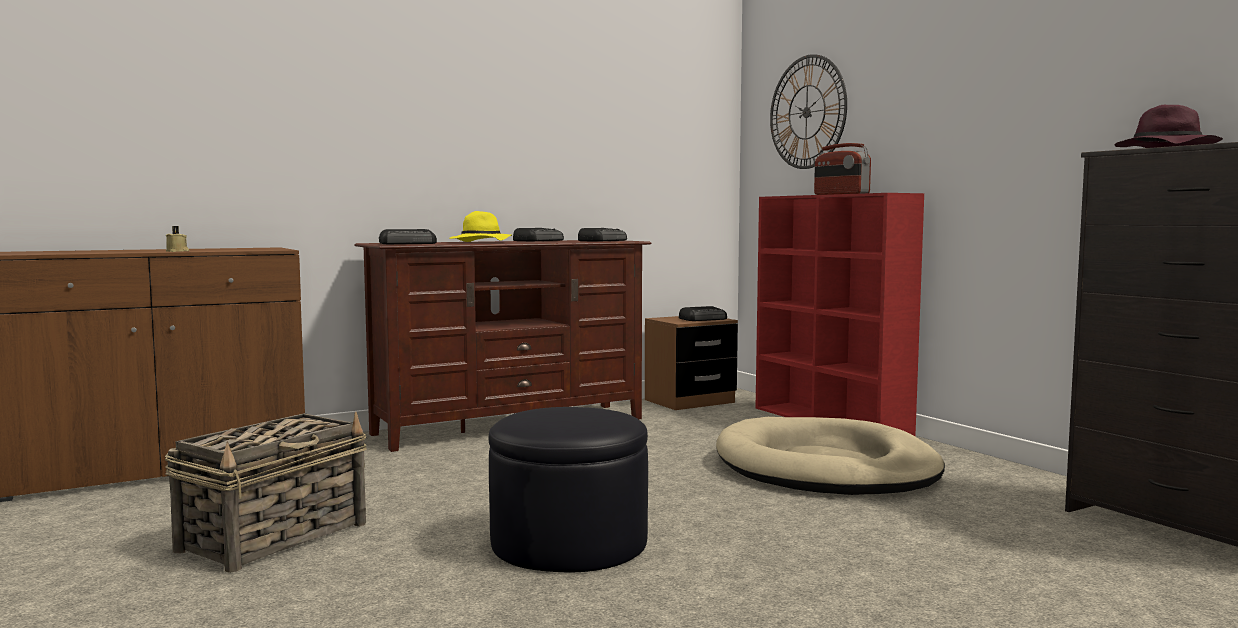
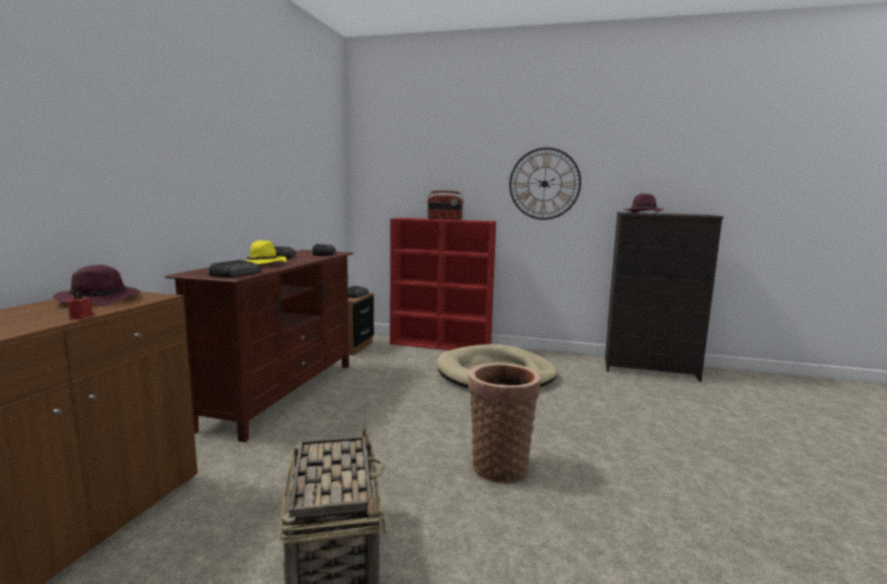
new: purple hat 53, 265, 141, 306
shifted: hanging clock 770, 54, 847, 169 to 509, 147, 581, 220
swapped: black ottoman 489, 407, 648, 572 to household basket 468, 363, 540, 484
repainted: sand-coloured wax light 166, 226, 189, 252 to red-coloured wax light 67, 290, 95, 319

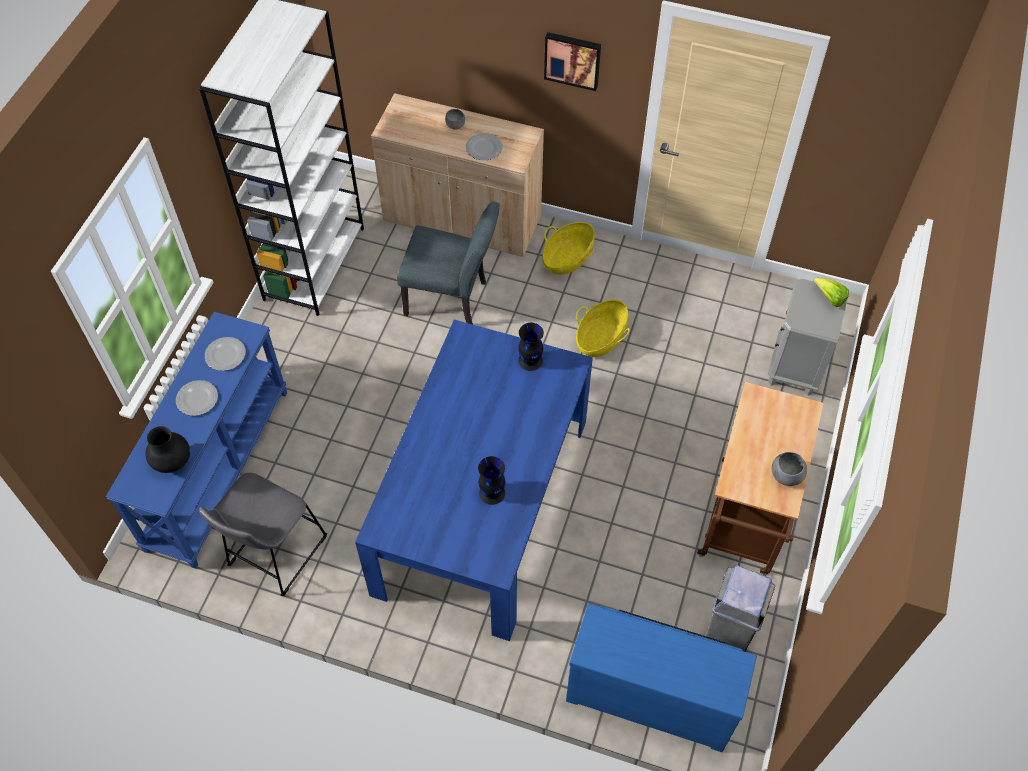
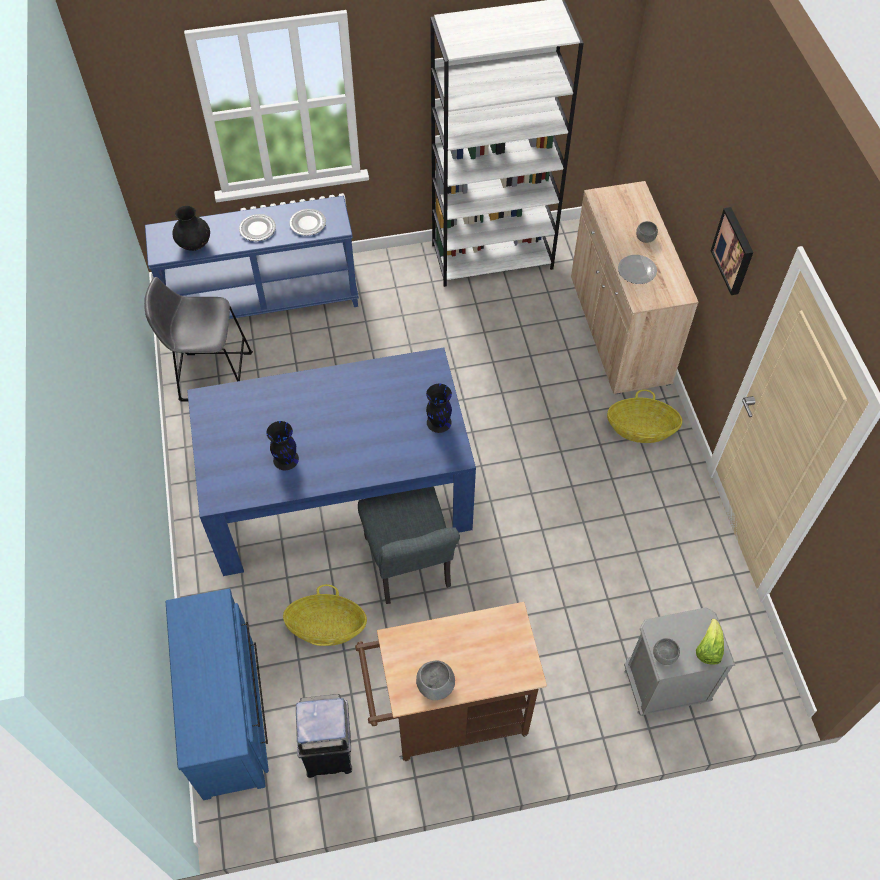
new: gray bowl 653, 638, 680, 665
shifted: gray plain chair 397, 201, 500, 324 to 358, 486, 460, 604; household basket 576, 300, 630, 357 to 283, 584, 367, 646

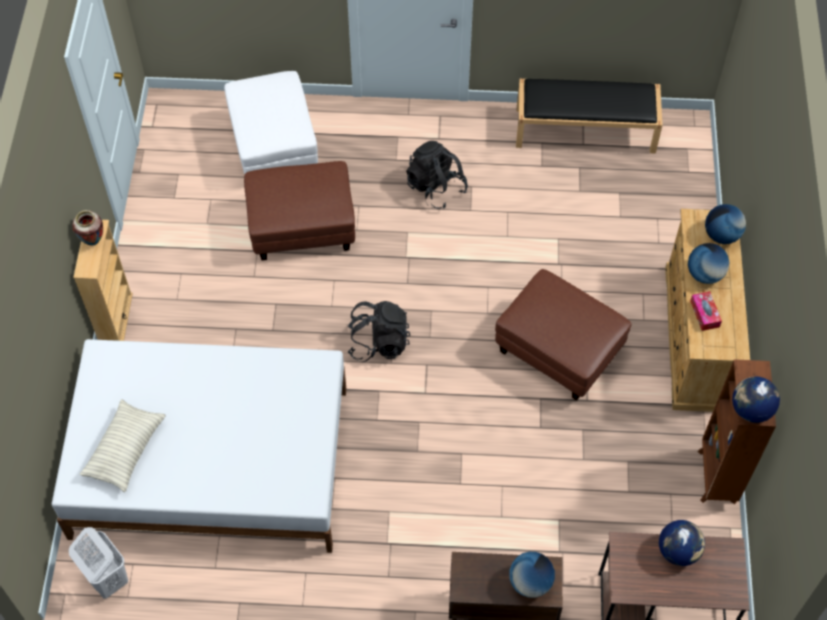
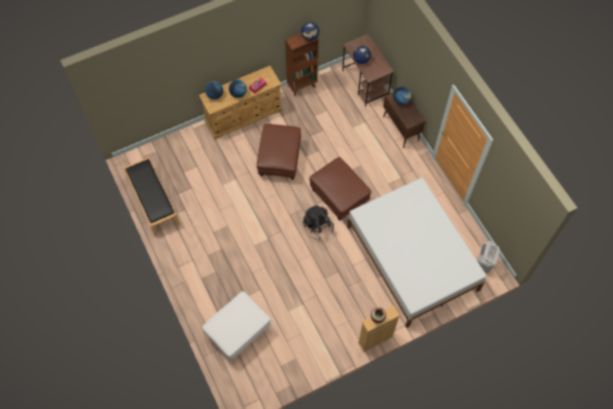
gone: cushion 80, 400, 166, 492; black rucksack 406, 141, 468, 209
shifted: brown ottoman 244, 161, 355, 260 to 310, 157, 371, 221

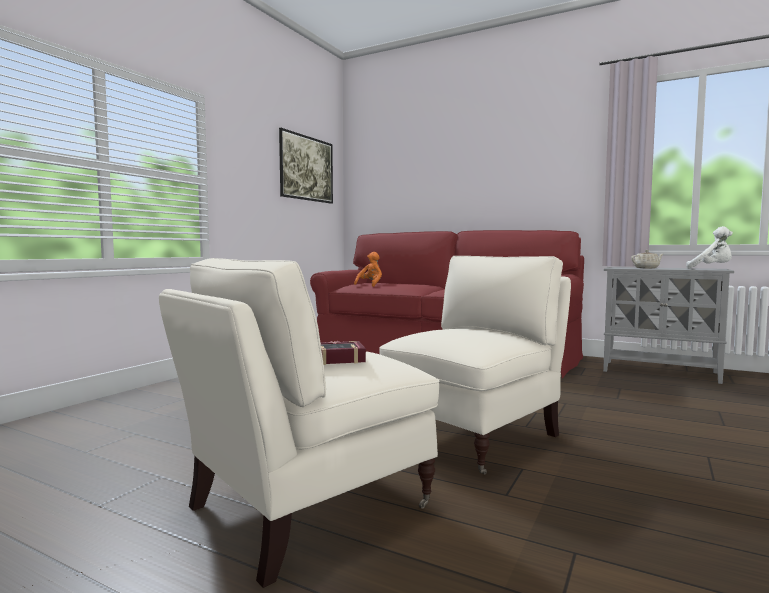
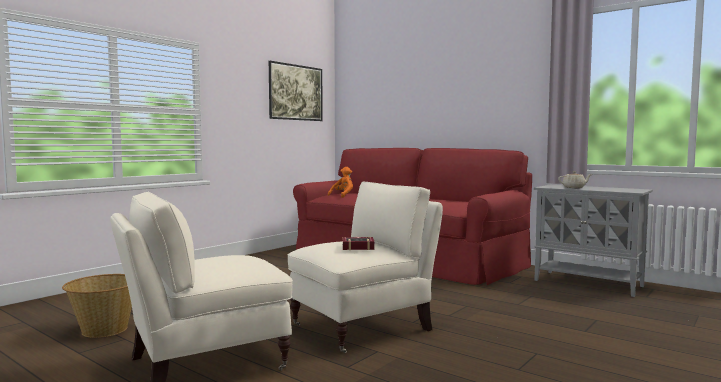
gone: white-coloured plush toy 686, 226, 733, 269
new: household basket 62, 274, 132, 338
shifted: volume 320, 341, 366, 365 to 343, 237, 374, 250

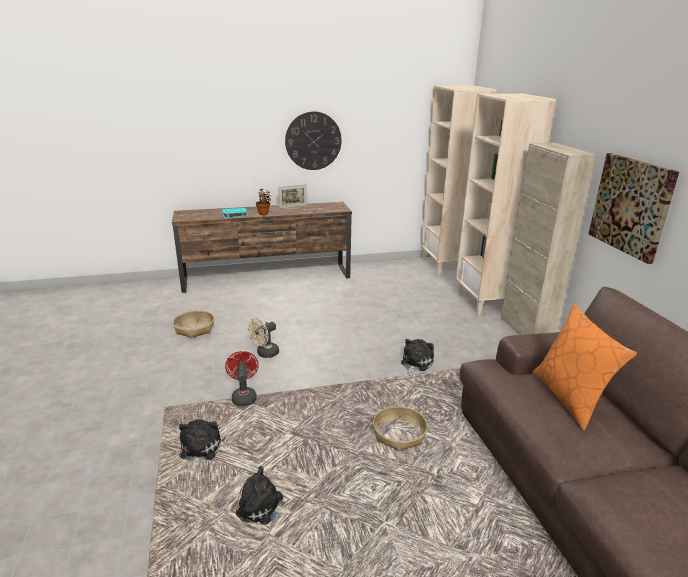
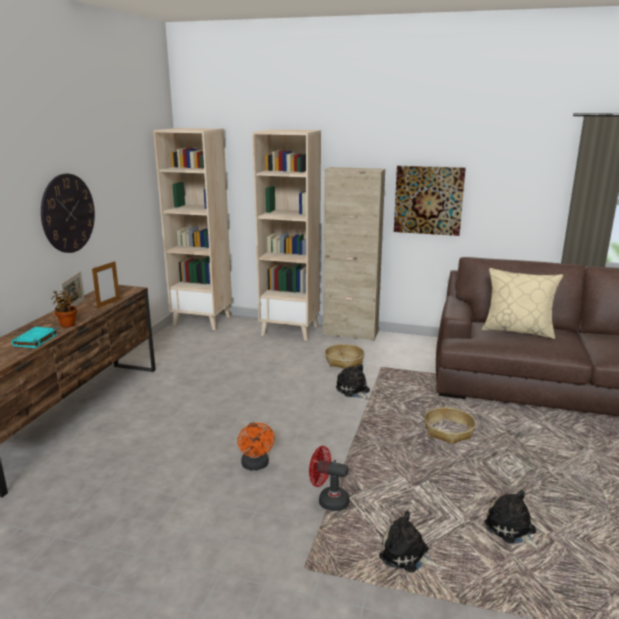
new: photo frame 92, 261, 120, 308
shifted: household basket 173, 310, 214, 339 to 325, 344, 364, 369
repainted: sand-coloured cooling fan 248, 318, 279, 358 to orangey cooling fan 237, 422, 275, 470; orangey cushion 532, 304, 637, 431 to sand-coloured cushion 481, 268, 563, 339
rotated: plush toy 236, 466, 293, 525 = 484, 490, 539, 549 105 degrees clockwise

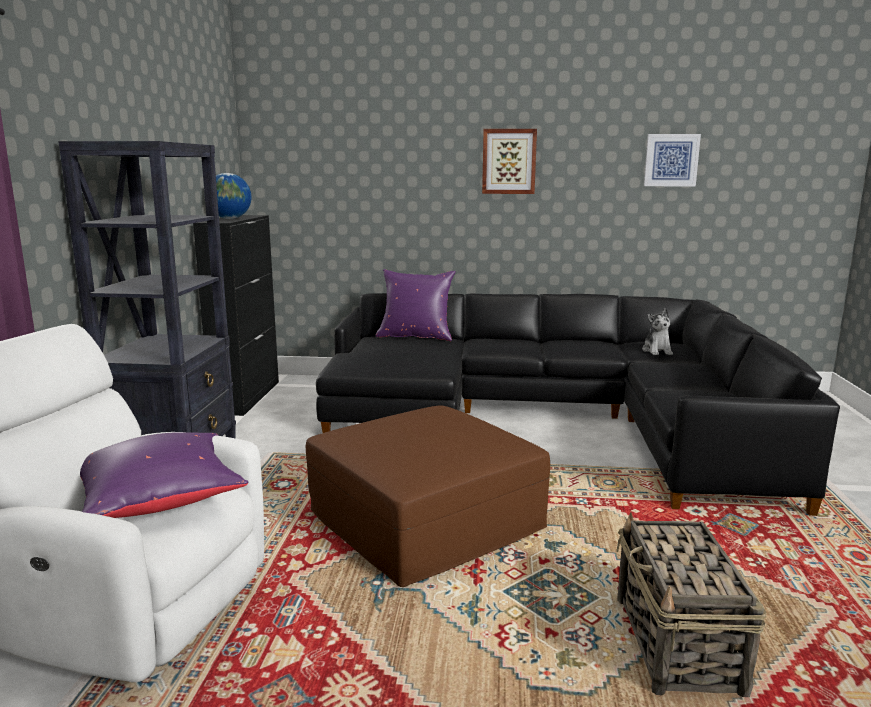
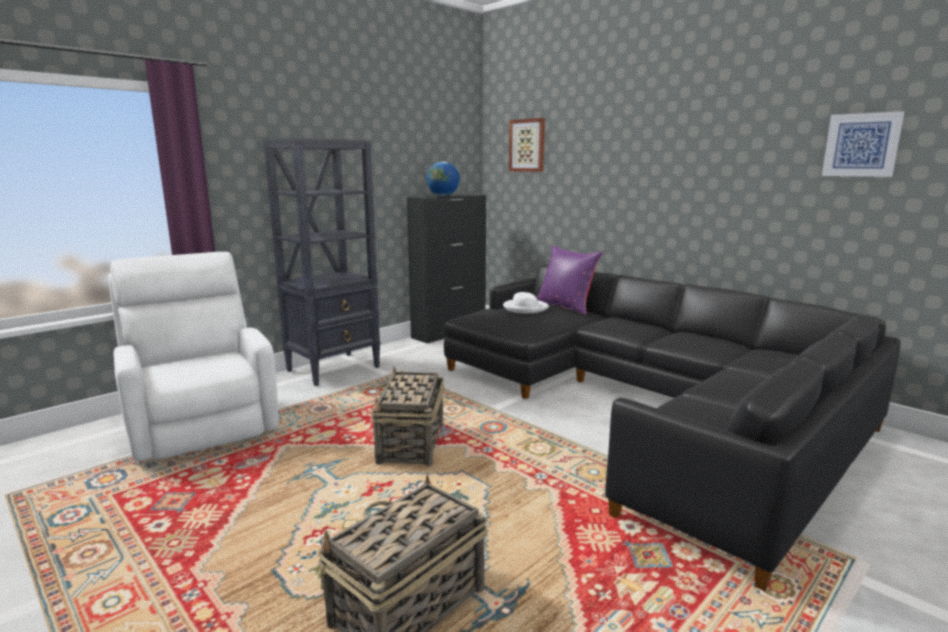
gone: purple cushion 80, 432, 248, 518; plush toy 642, 308, 673, 355
new: white-coloured hat 503, 292, 549, 313
shifted: wall picture 482, 129, 537, 194 to 509, 118, 545, 172
swapped: brown ottoman 306, 405, 550, 587 to household basket 371, 367, 444, 466

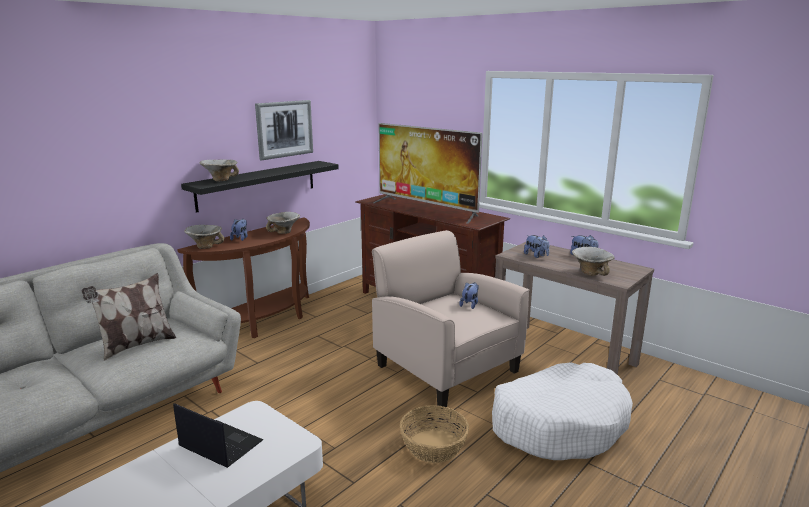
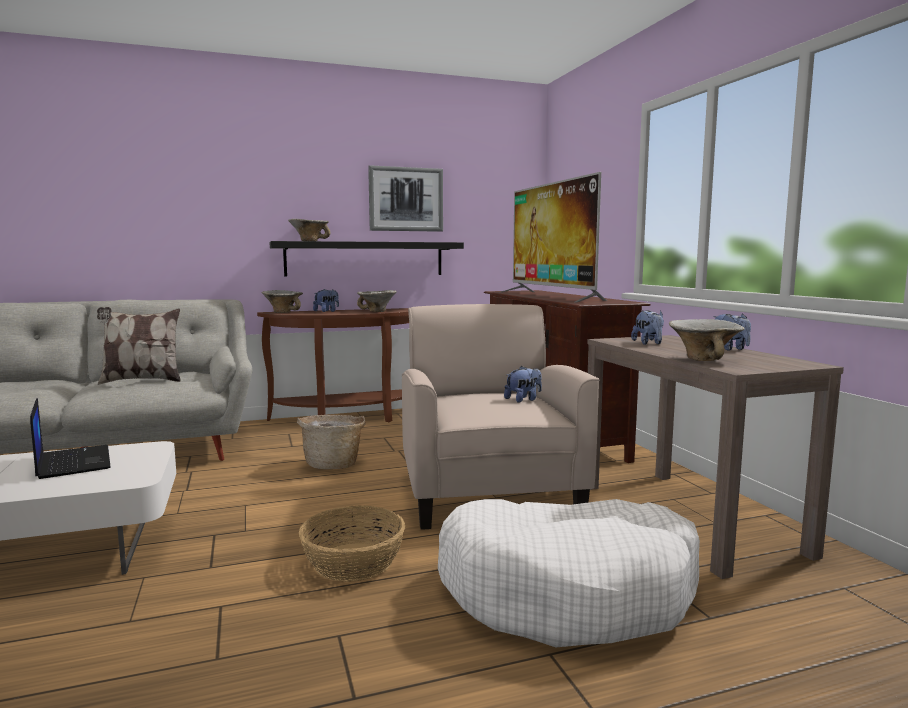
new: household basket 297, 415, 366, 469

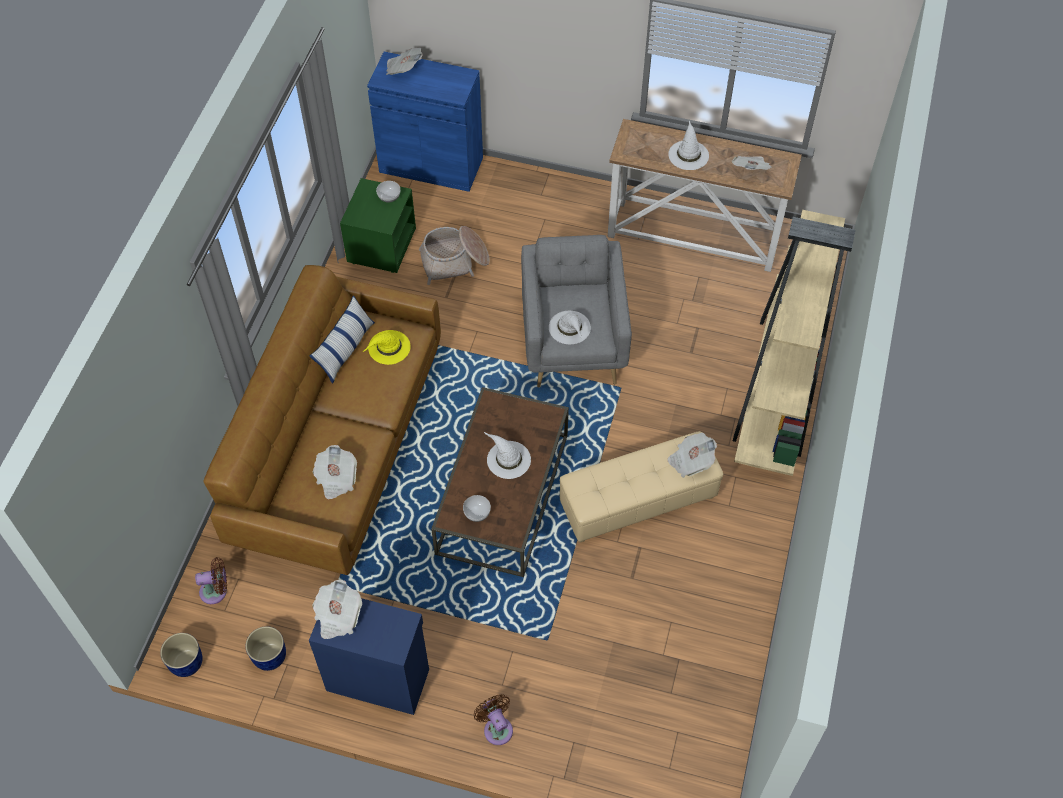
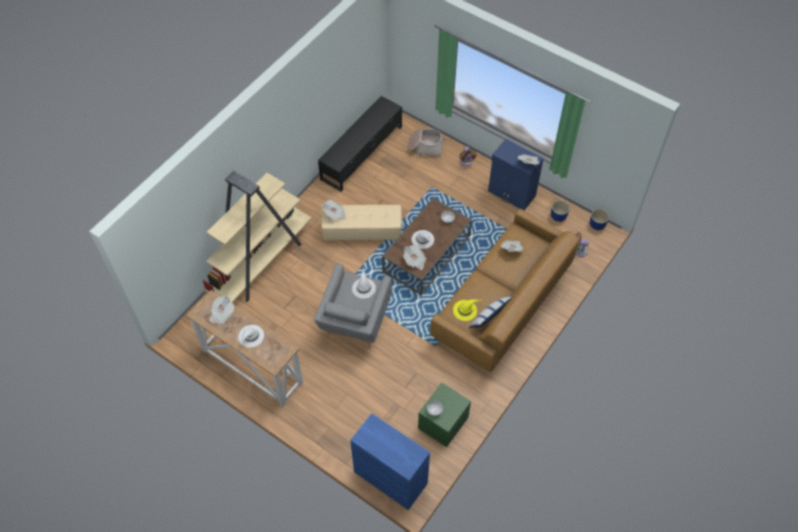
new: black media console 318, 96, 402, 191
shifted: newspaper 386, 48, 422, 75 to 403, 245, 427, 270; household basket 419, 226, 490, 285 to 407, 128, 444, 159

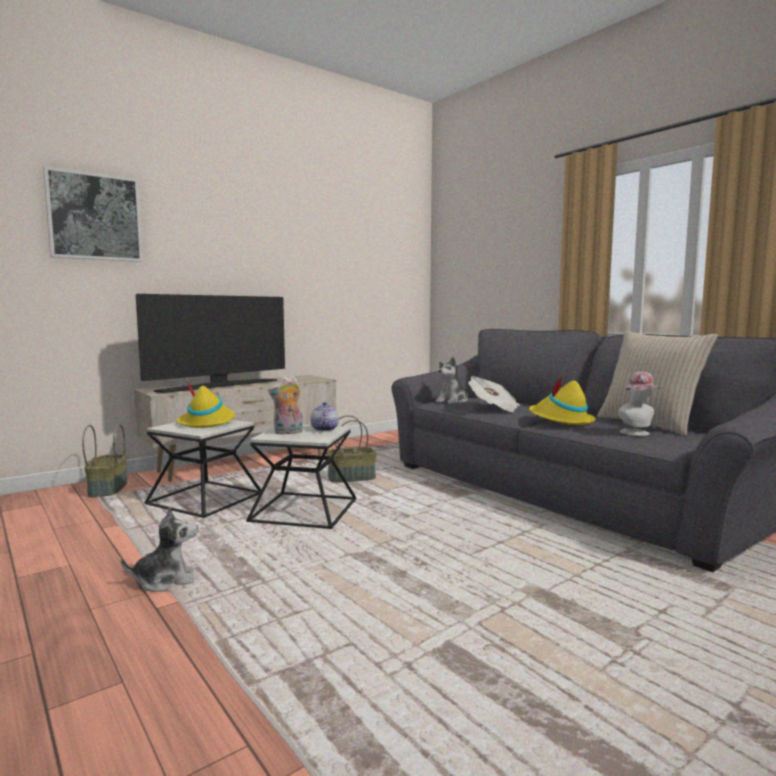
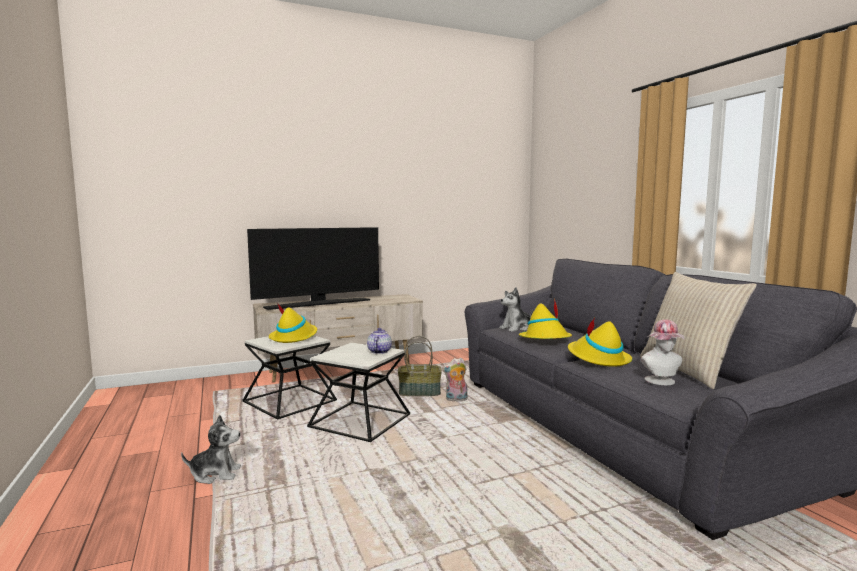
gone: wall picture 43, 166, 143, 262; household basket 82, 424, 127, 497
shifted: plush toy 268, 376, 303, 435 to 442, 358, 468, 401
swapped: newspaper 468, 376, 520, 412 to yellow-coloured hat 519, 299, 572, 339

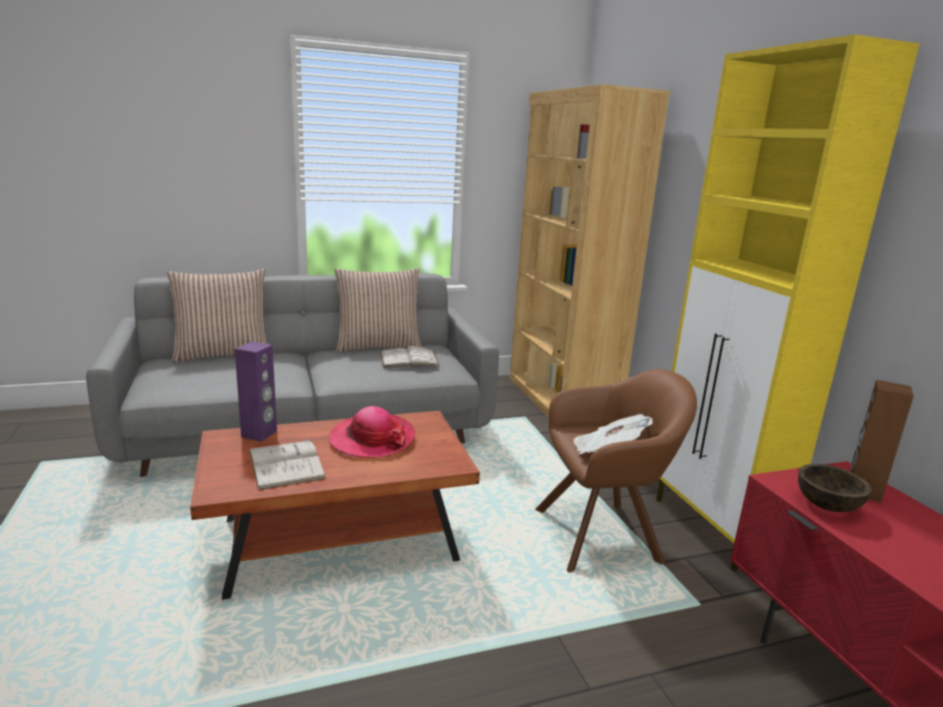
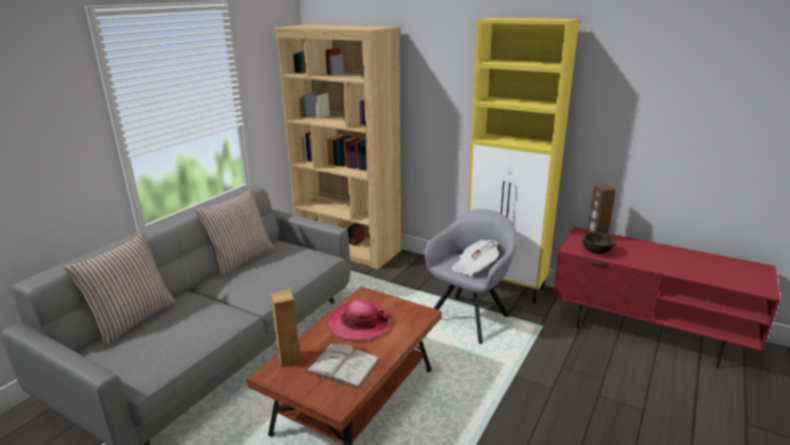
gone: white-coloured volume 380, 346, 439, 367
repainted: purple speaker 235, 342, 277, 442 to brown speaker 270, 289, 301, 367; brown armchair 535, 369, 697, 573 to gray armchair 424, 209, 518, 344

